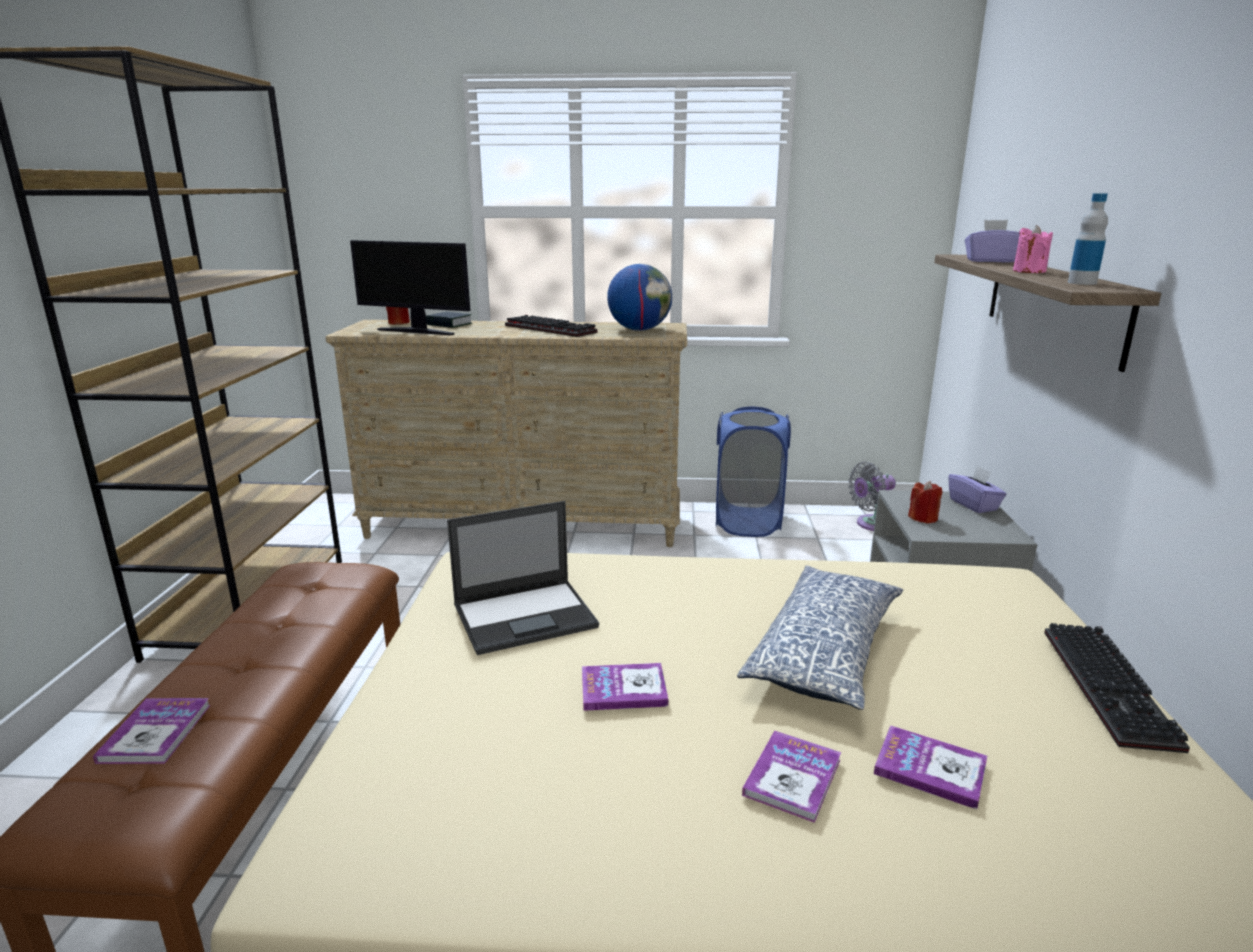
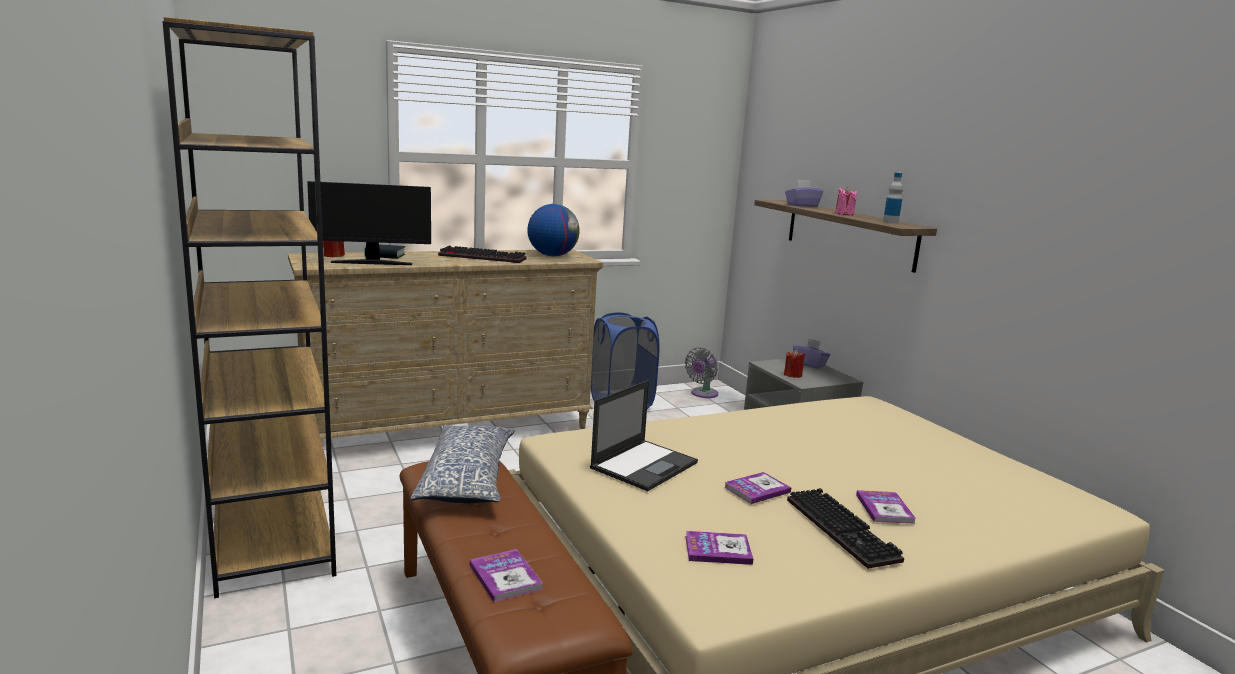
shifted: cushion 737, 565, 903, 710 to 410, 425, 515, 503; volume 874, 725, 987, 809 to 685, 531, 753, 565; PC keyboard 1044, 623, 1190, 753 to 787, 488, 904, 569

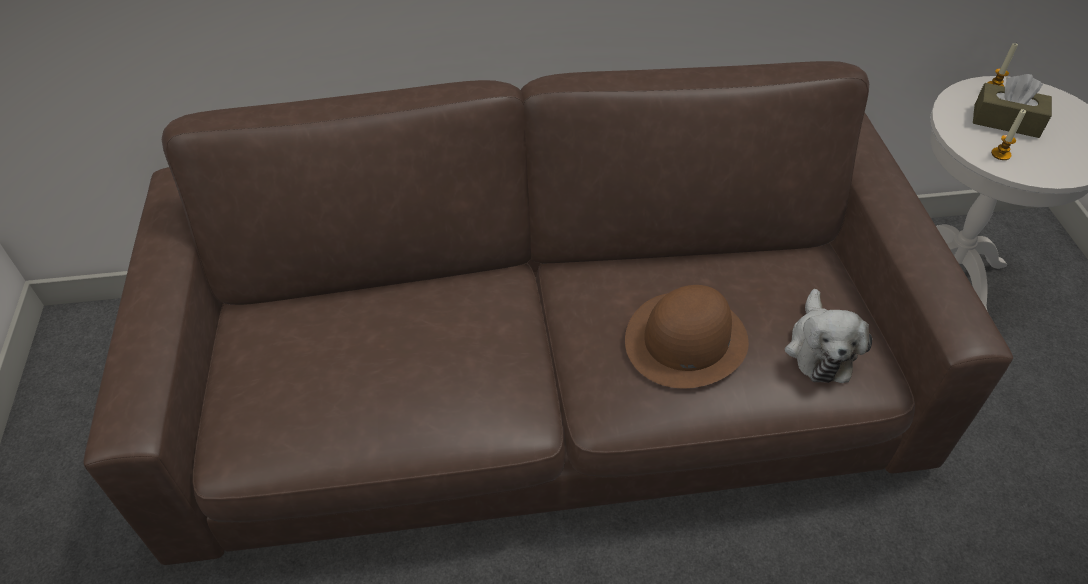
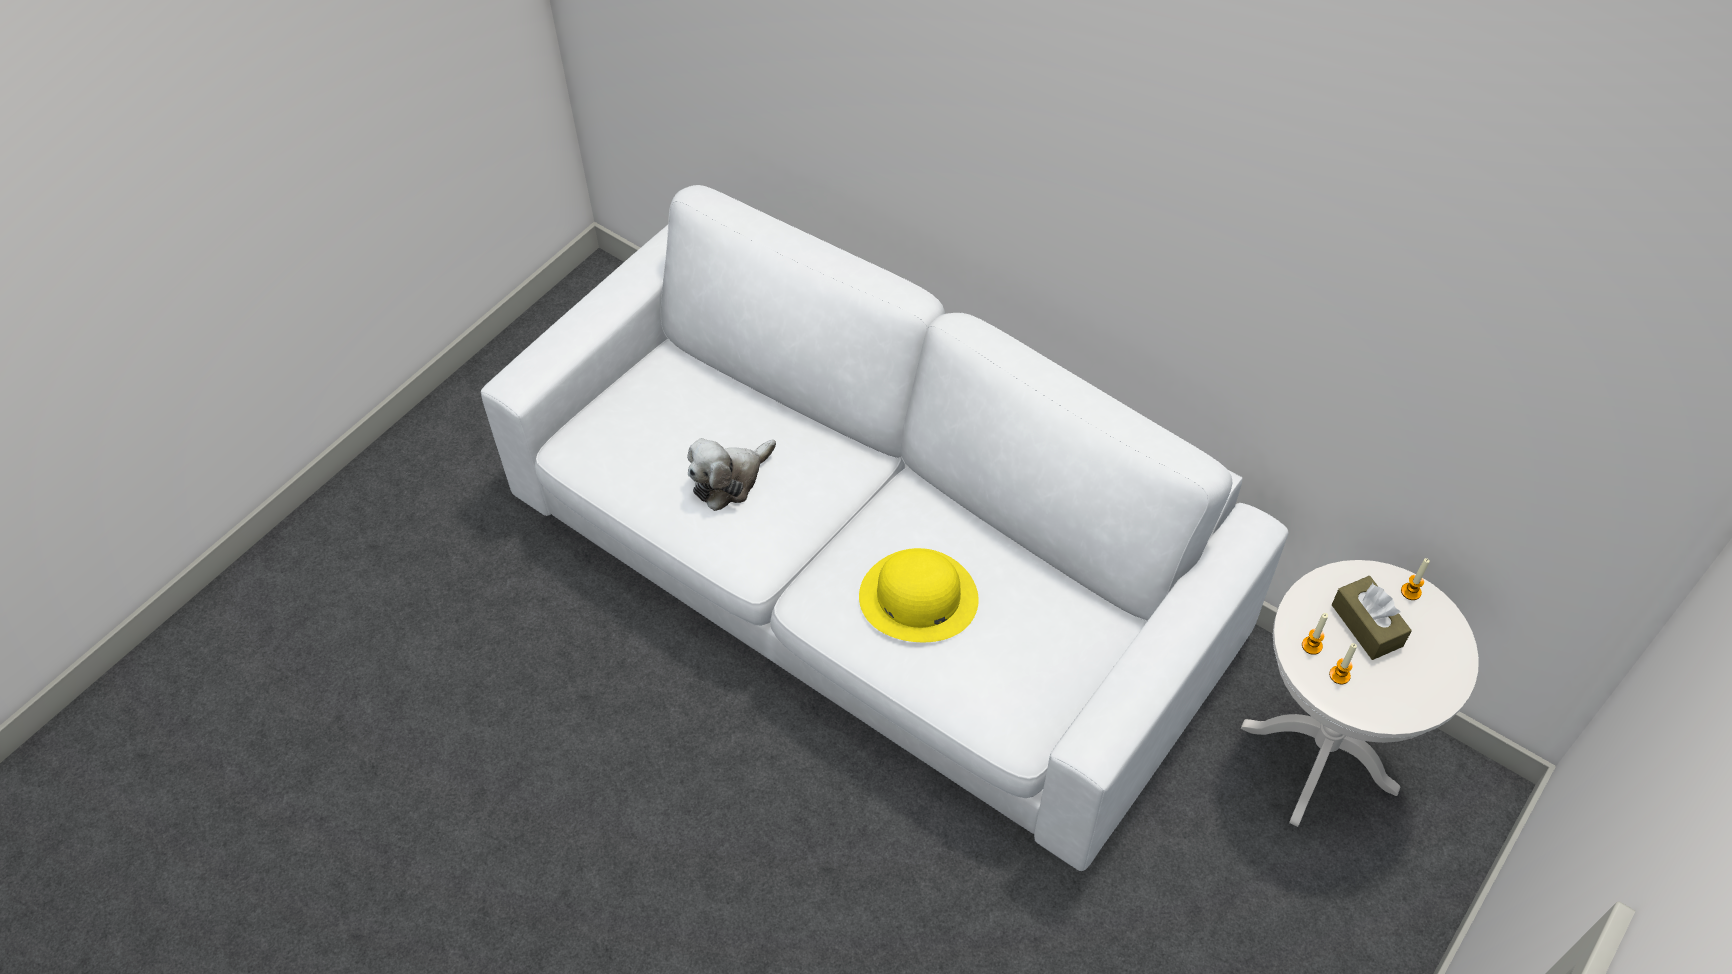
new: wax light 1329, 643, 1357, 684
shifted: plush toy 785, 289, 872, 383 to 687, 438, 776, 511
repainted: brown settee 83, 61, 1013, 565 to white-coloured settee 481, 185, 1289, 871; brown hat 625, 285, 749, 388 to yellow-coloured hat 859, 548, 979, 642

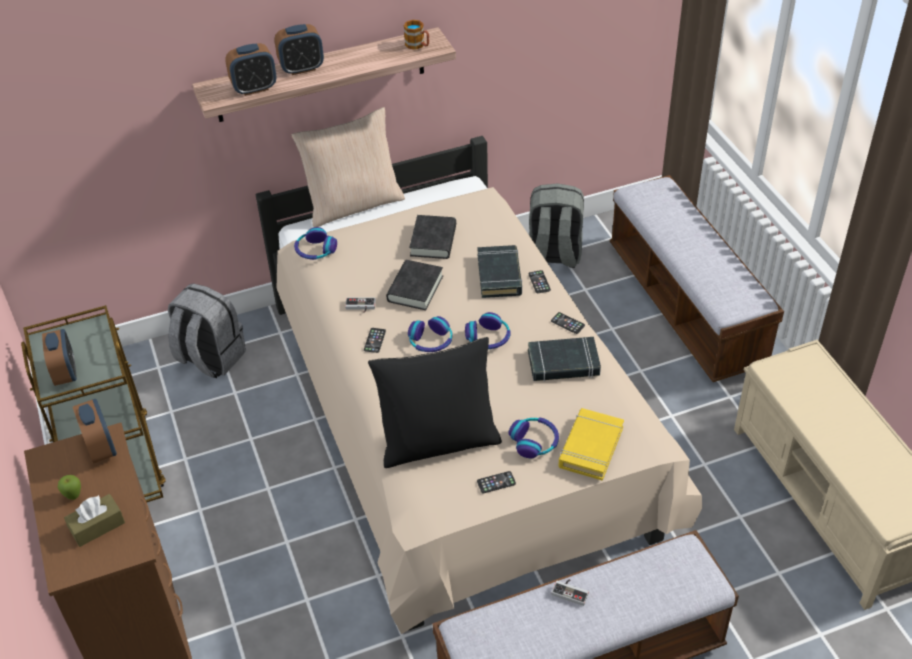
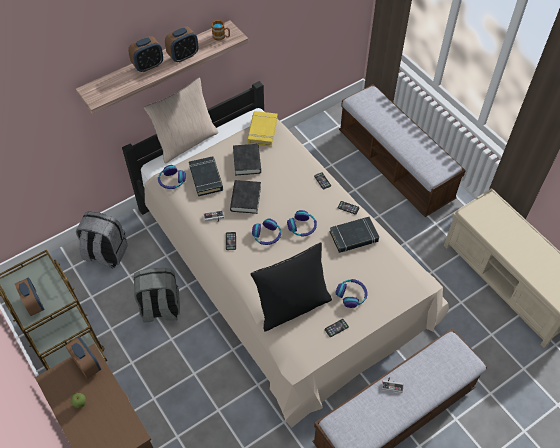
gone: brown tissue holder 64, 494, 125, 547
shifted: table clock 225, 43, 276, 96 to 165, 26, 198, 63; black volume 477, 245, 522, 298 to 189, 156, 223, 196; gray rucksack 529, 183, 584, 268 to 134, 268, 180, 322; yellow-coloured volume 559, 408, 624, 481 to 247, 111, 278, 147

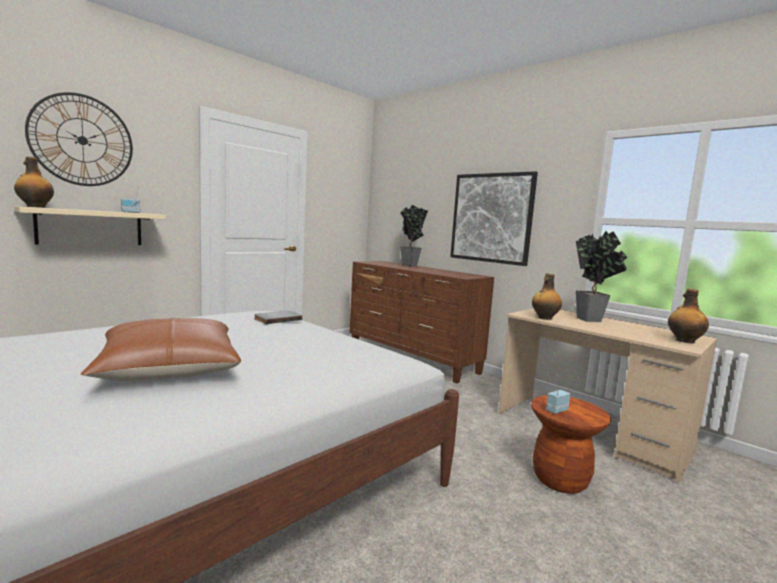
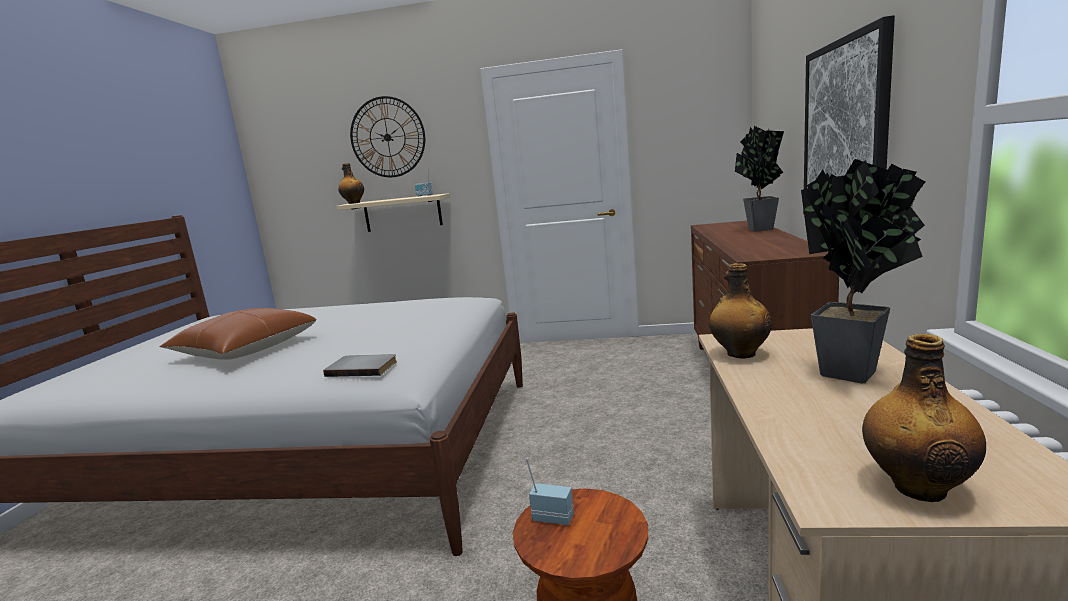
shifted: gray volume 254, 311, 302, 324 to 323, 354, 397, 377

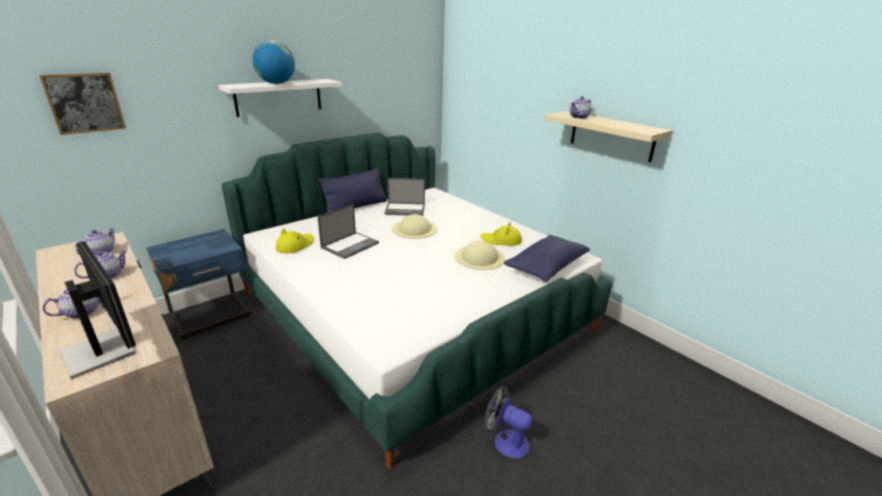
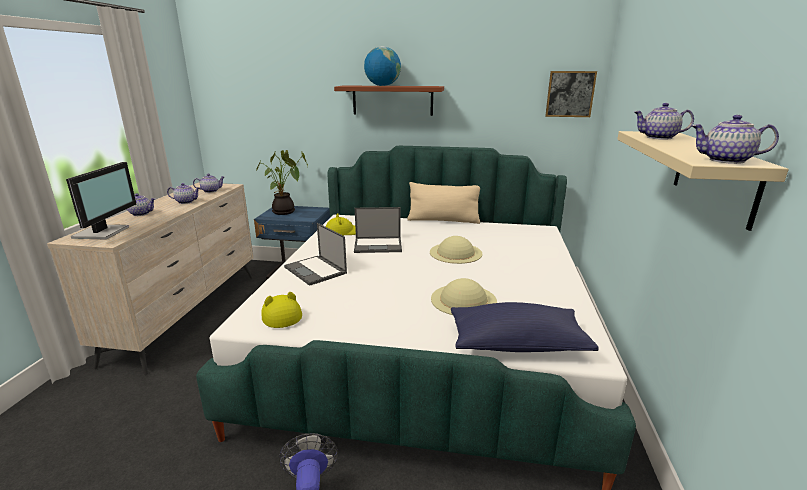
new: potted plant 256, 150, 308, 215; teapot 692, 115, 779, 164
shifted: wall picture 39, 73, 126, 135 to 545, 71, 597, 117; portable computer 384, 178, 425, 216 to 284, 223, 347, 286; yellow-coloured hat 480, 222, 522, 246 to 262, 292, 302, 328
repainted: white-coloured shelf 218, 79, 342, 117 to brown shelf 334, 86, 444, 116; blue-coloured cushion 319, 168, 387, 213 to sand-coloured cushion 407, 182, 480, 224

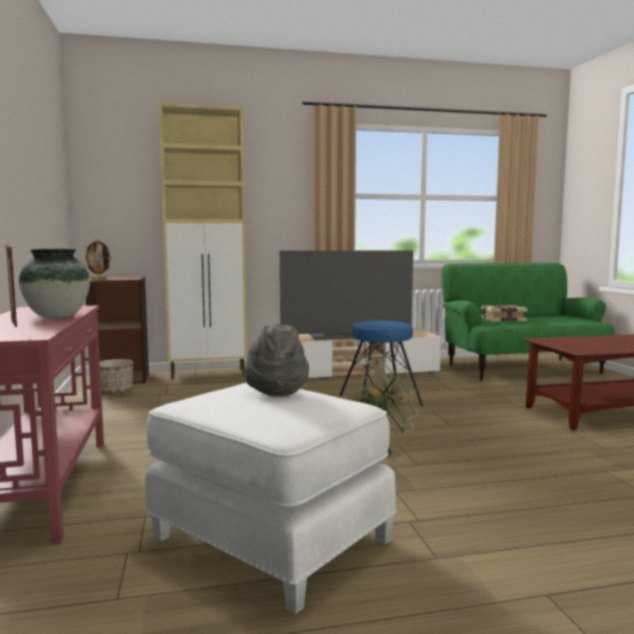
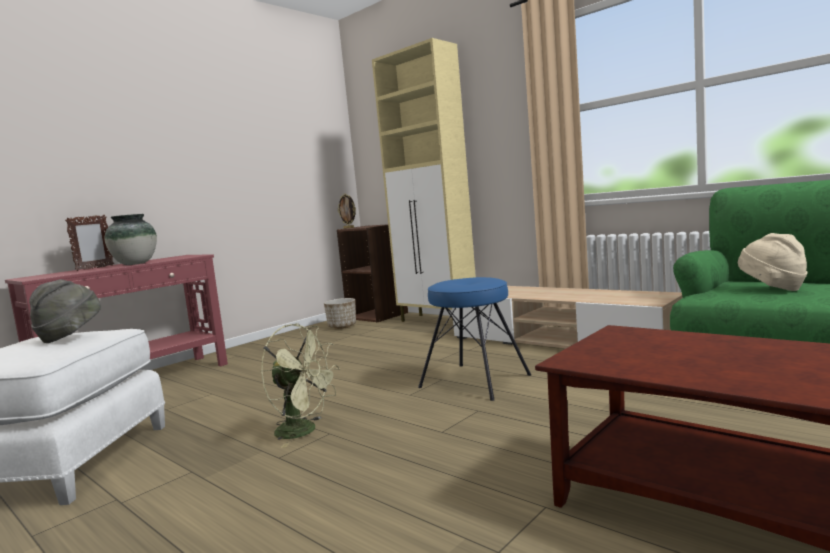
gone: television 280, 250, 413, 340
swapped: volume 481, 305, 528, 322 to sand-coloured hat 738, 233, 808, 291

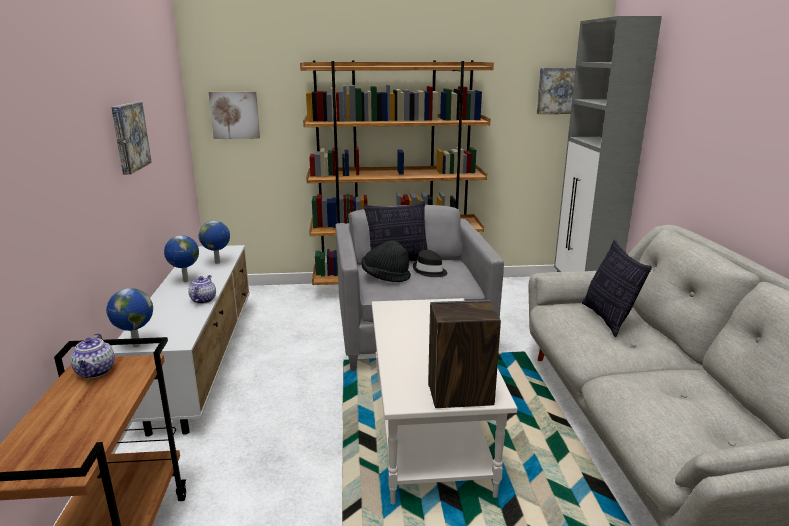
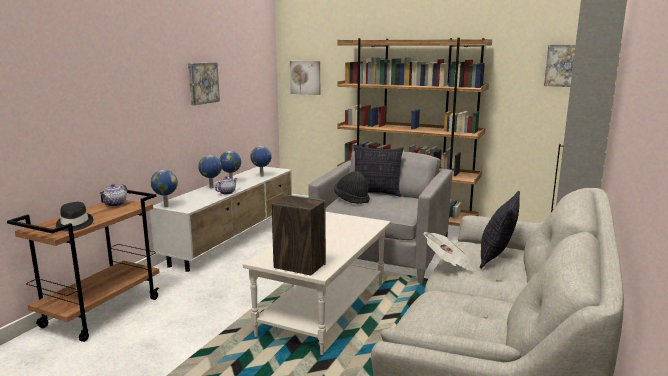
new: world globe 198, 155, 222, 188; newspaper 424, 232, 473, 271
shifted: black hat 413, 250, 447, 277 to 56, 202, 93, 231

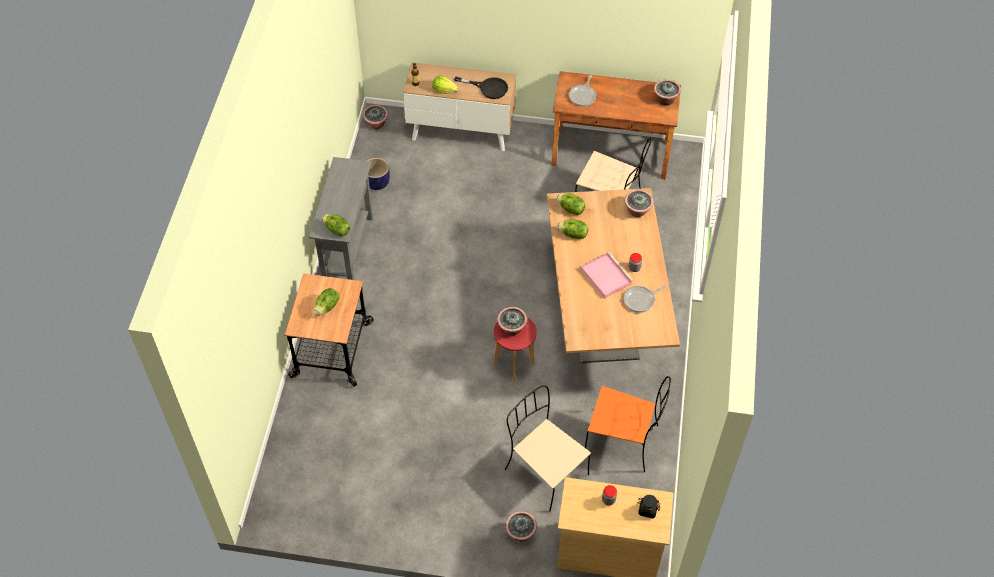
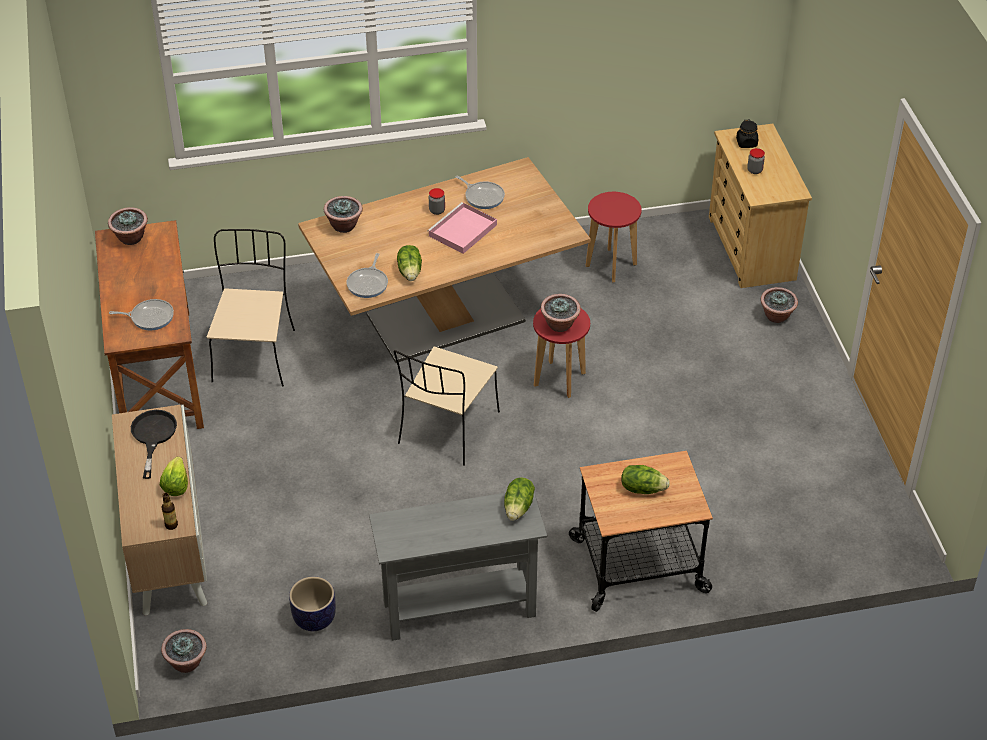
shifted: sand-coloured plain chair 505, 385, 591, 511 to 394, 347, 500, 466
swapped: lettuce head 556, 193, 585, 215 to skillet 347, 253, 388, 298; orangey plain chair 585, 376, 671, 472 to red-coloured stool seat 586, 192, 642, 282

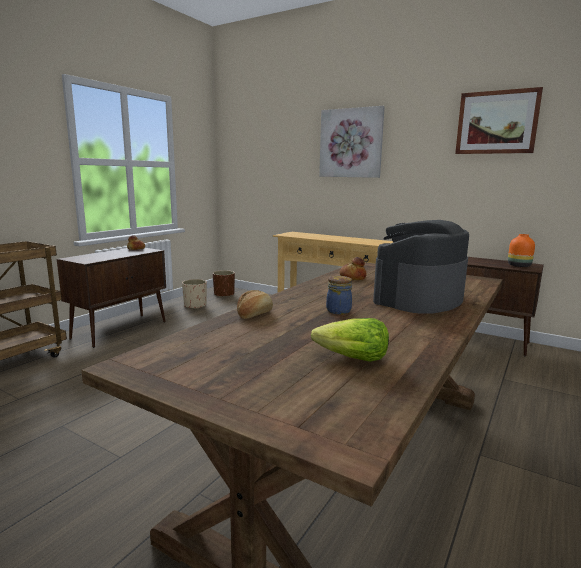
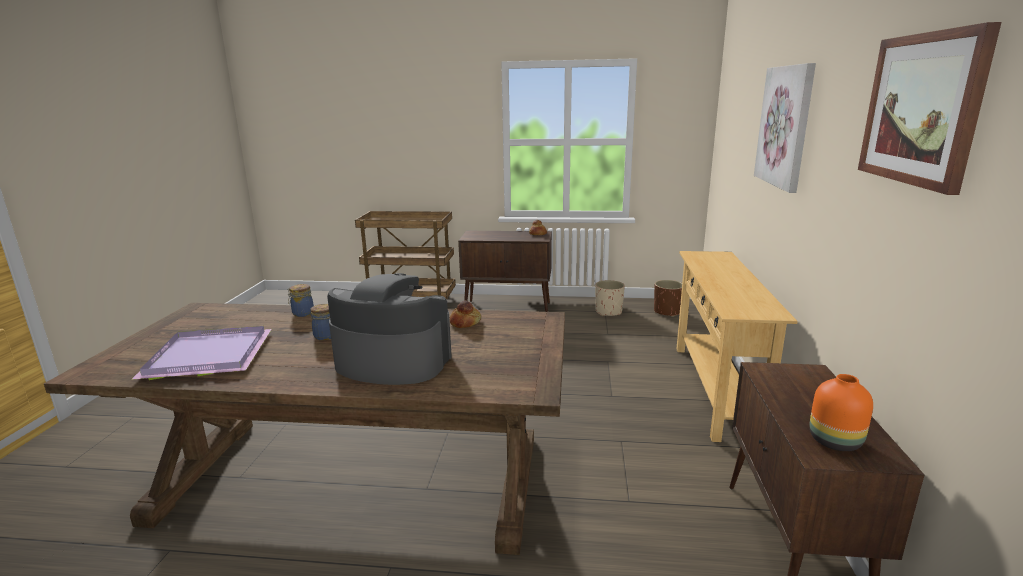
swapped: bread 237, 290, 273, 319 to preserve jar 287, 284, 314, 317; lettuce head 311, 318, 389, 362 to purple serving tray 131, 326, 272, 380

